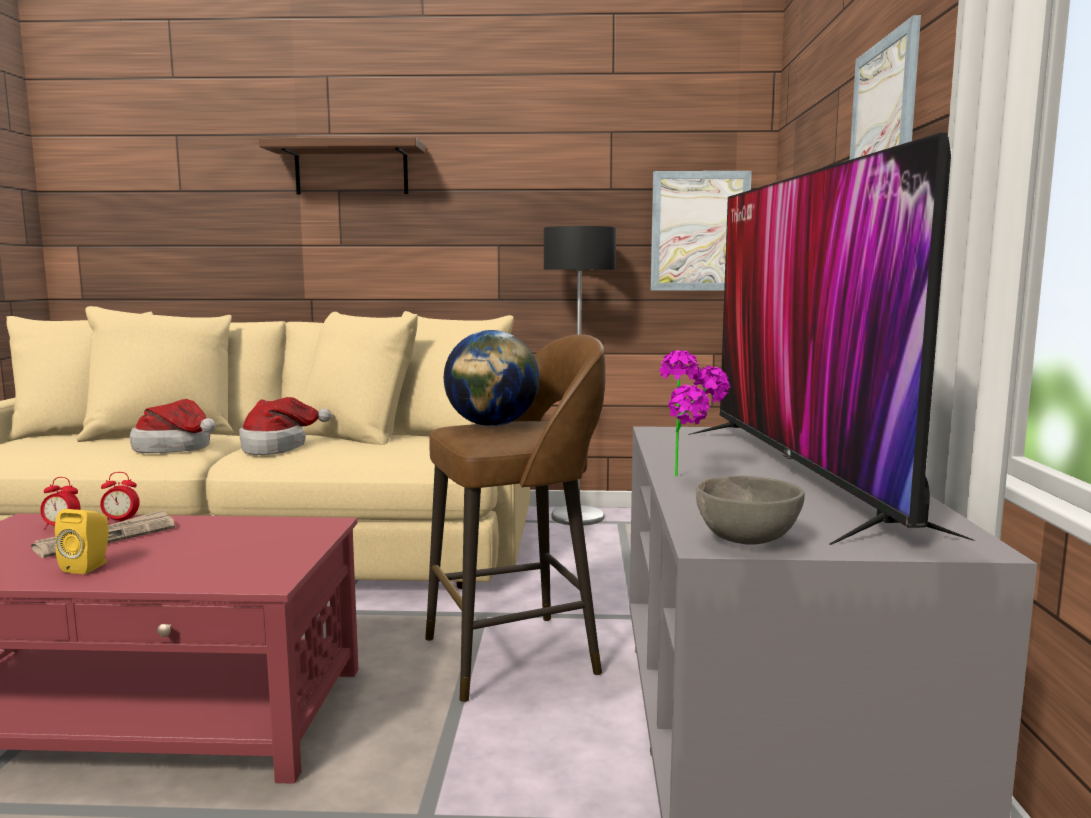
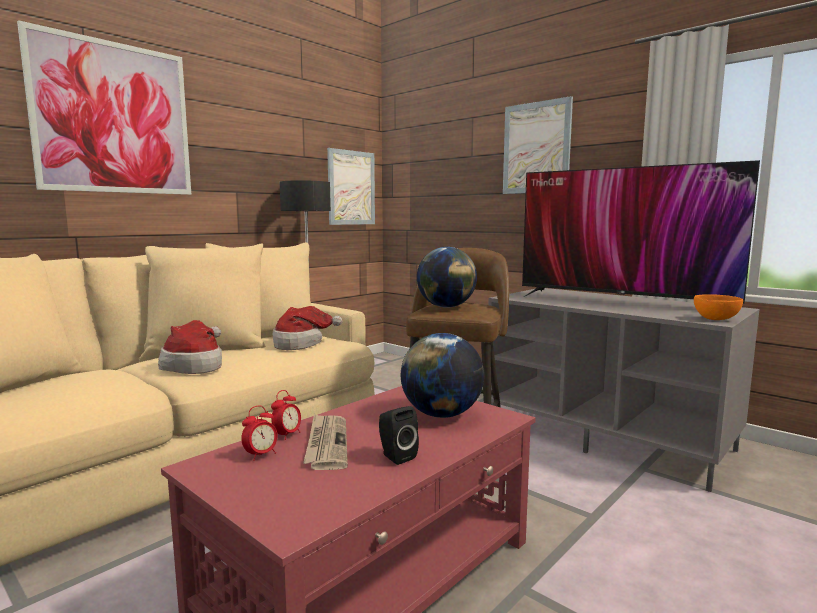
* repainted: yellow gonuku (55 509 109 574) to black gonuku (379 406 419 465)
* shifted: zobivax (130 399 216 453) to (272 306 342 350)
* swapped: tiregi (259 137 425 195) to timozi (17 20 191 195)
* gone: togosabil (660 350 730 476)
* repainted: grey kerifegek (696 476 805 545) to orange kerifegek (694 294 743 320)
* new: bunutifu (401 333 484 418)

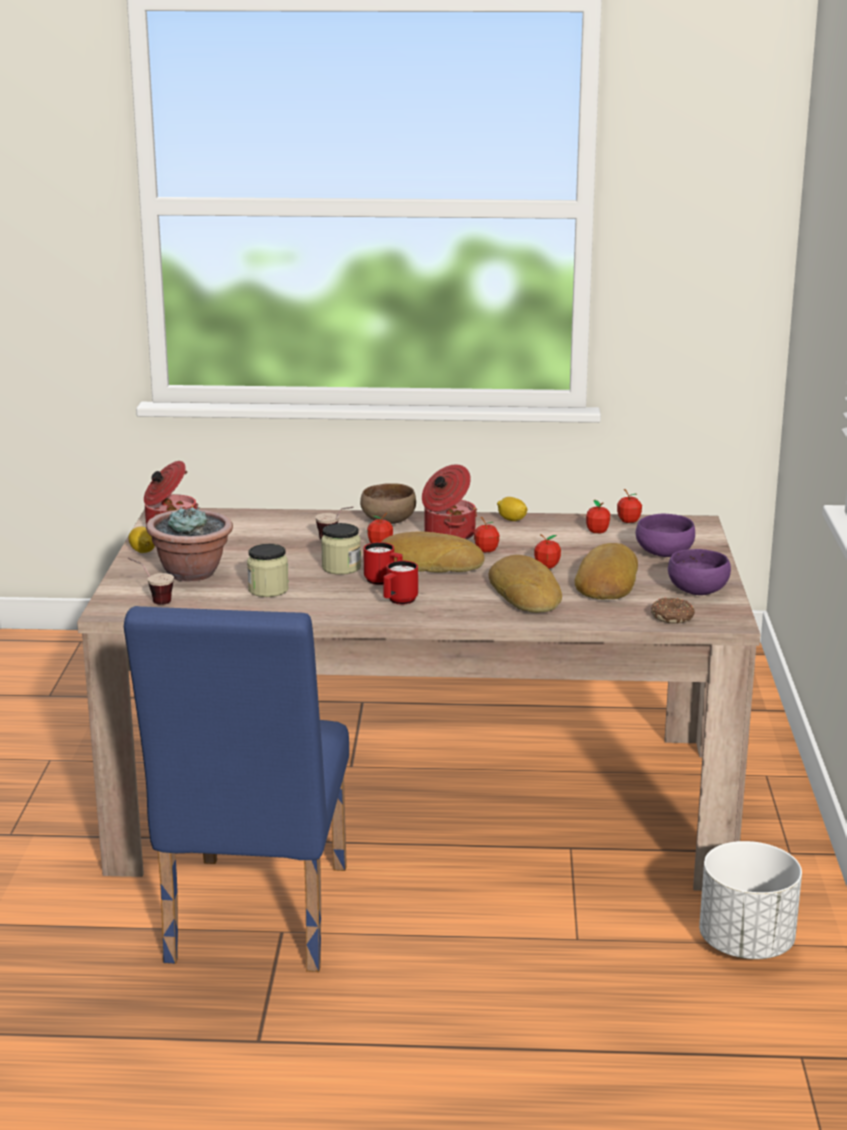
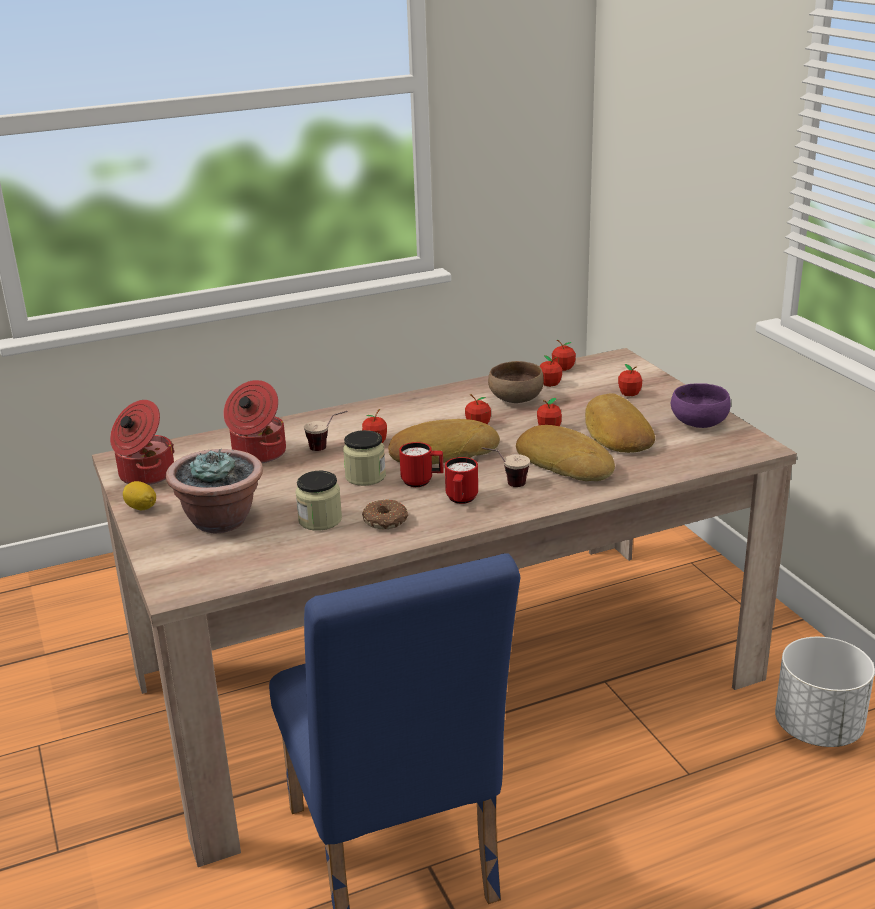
* shifted: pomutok (128 557 174 605) to (482 447 530 487)
* shifted: brown kerifegek (360 483 416 524) to (488 361 544 403)
* shifted: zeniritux (422 464 477 540) to (223 380 286 463)
* gone: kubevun (497 497 527 521)
* swapped: purple kerifegek (636 514 695 557) to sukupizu (618 364 642 396)
* shifted: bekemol (651 597 695 624) to (362 499 408 529)

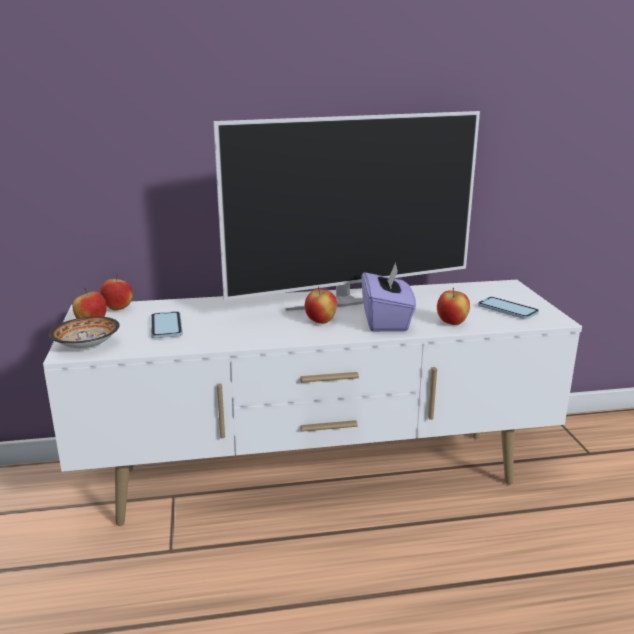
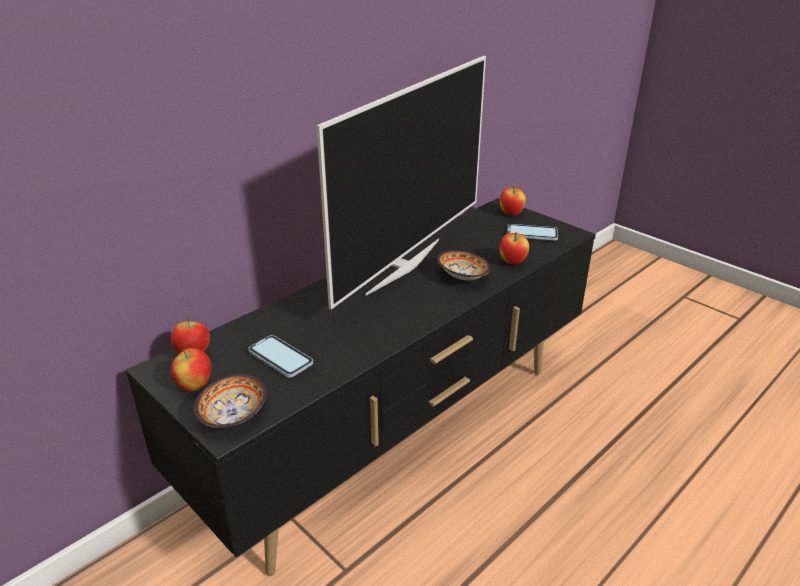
* repainted: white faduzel (43 280 582 526) to black faduzel (126 198 596 576)
* shifted: sukupizu (305 286 337 324) to (500 186 526 215)
* swapped: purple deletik (362 262 416 332) to kerifegek (437 250 491 280)

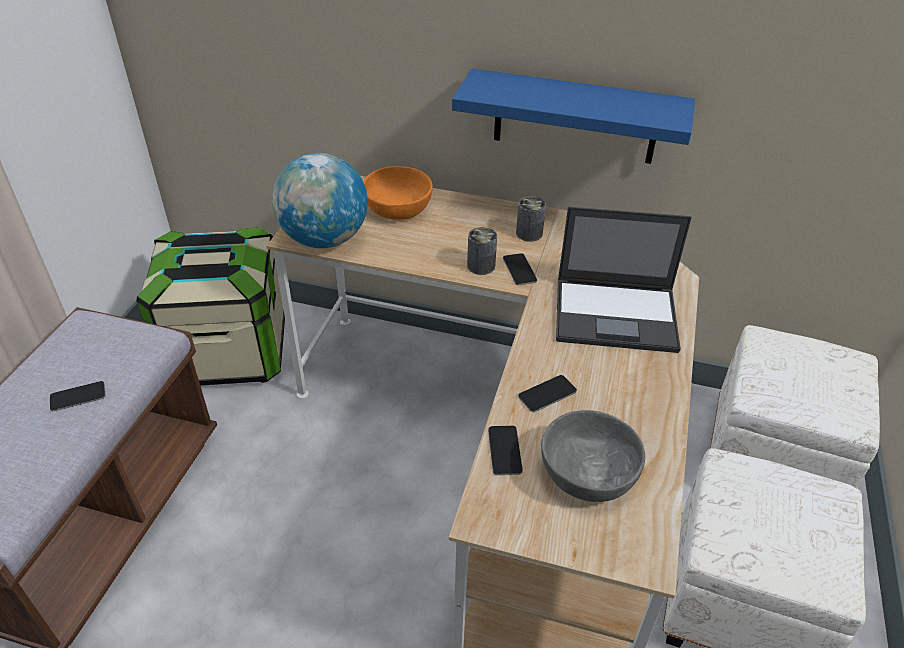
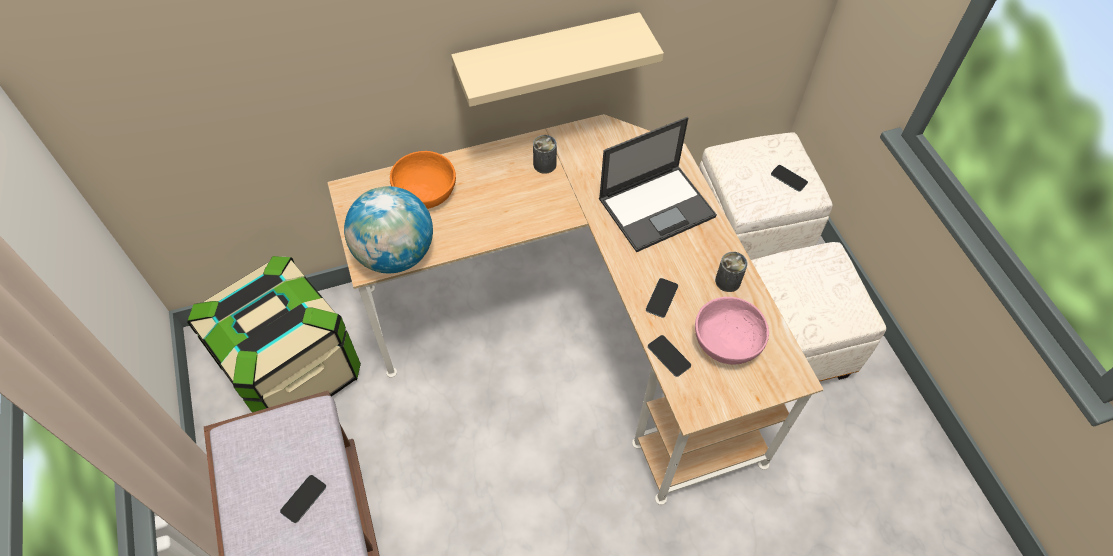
* repainted: blue tiregi (452 69 695 164) to beige tiregi (451 12 664 107)
* shifted: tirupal (467 227 497 275) to (715 252 748 292)
* shifted: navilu (503 253 537 285) to (771 165 808 192)
* repainted: grey kerifegek (541 410 645 502) to pink kerifegek (695 297 769 365)

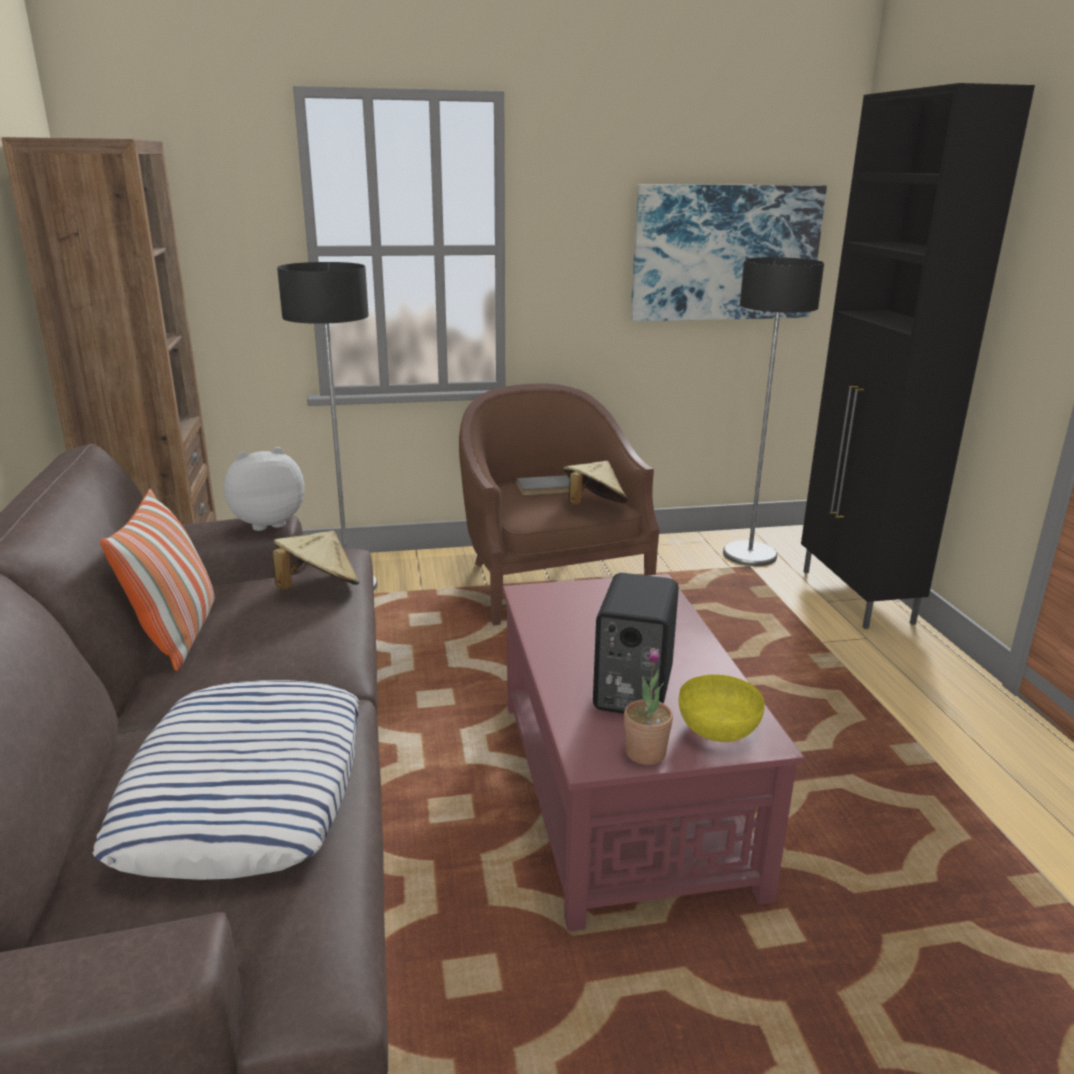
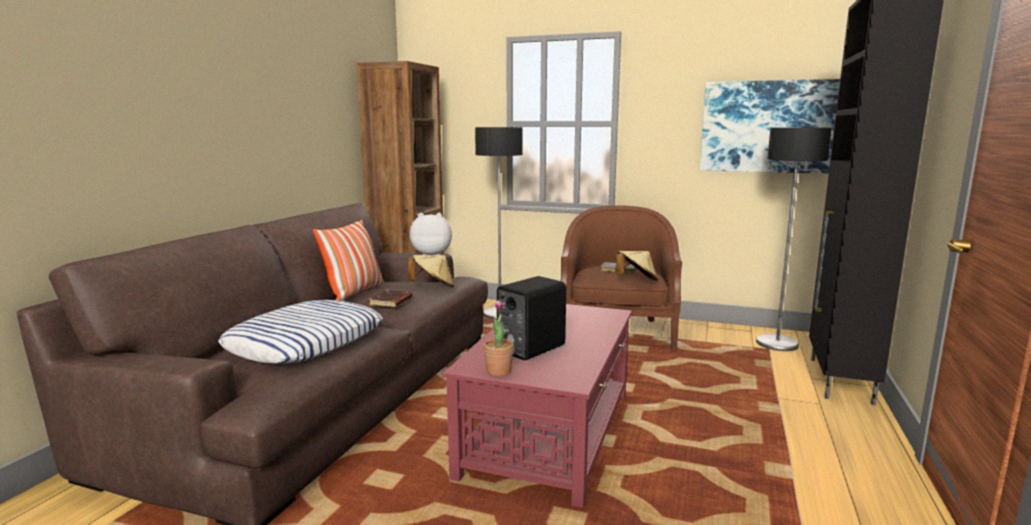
* gone: yellow kerifegek (679 675 765 742)
* new: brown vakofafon (369 290 413 307)

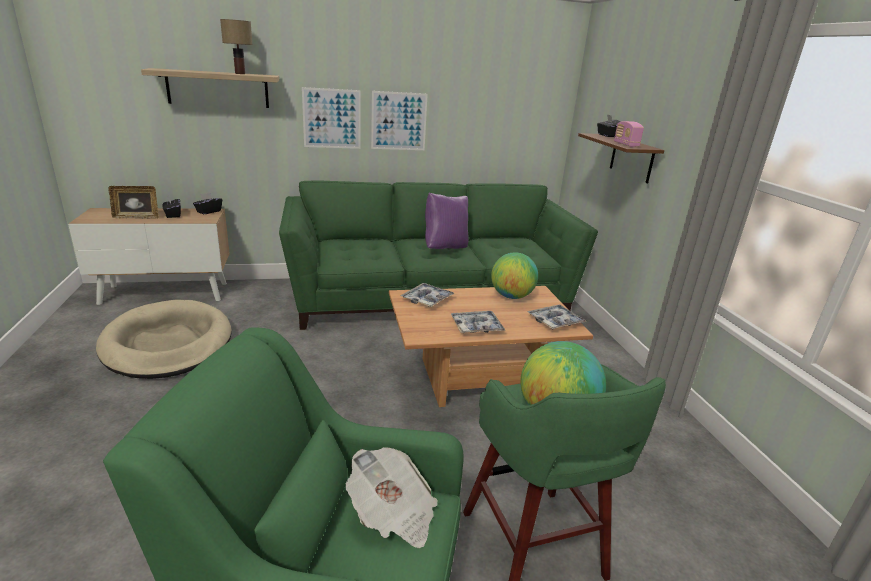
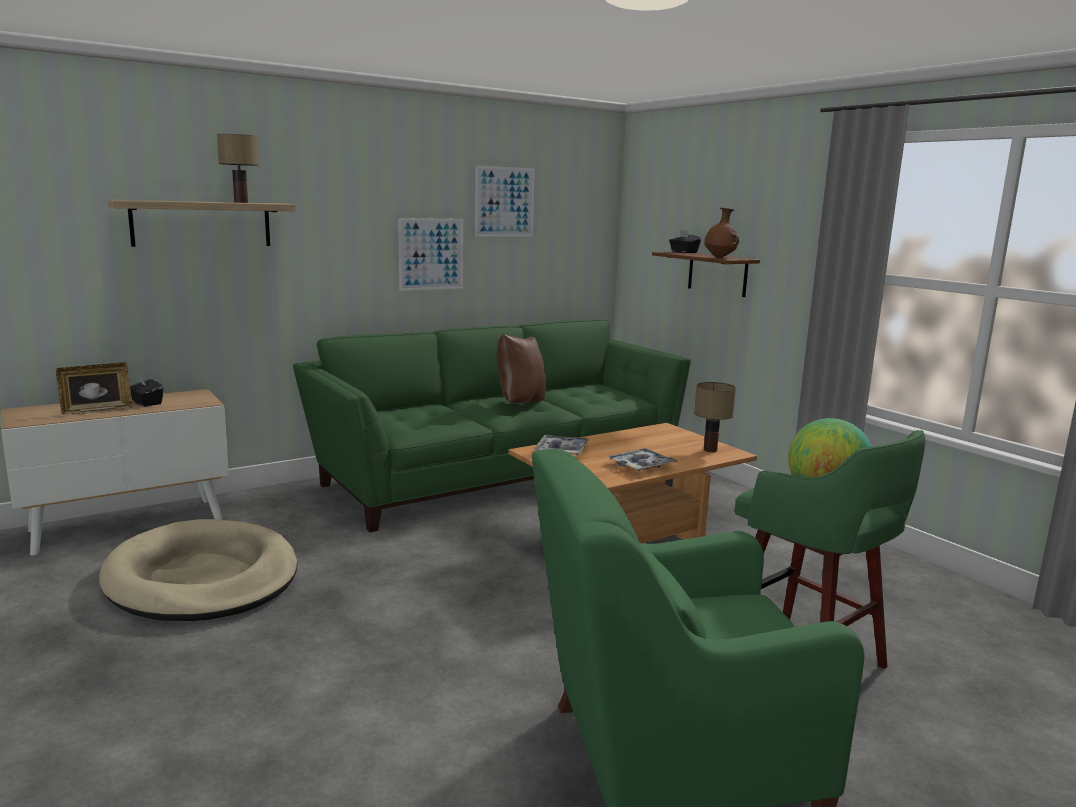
* gone: black deletik (193 192 222 214)
* shifted: timozi (302 87 361 149) to (475 165 535 237)
* gone: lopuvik (345 447 438 548)
* repainted: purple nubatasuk (425 192 469 249) to brown nubatasuk (497 334 546 404)
* gone: bunutifu (491 252 538 299)
* swapped: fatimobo (528 305 586 329) to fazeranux (694 382 736 452)
* swapped: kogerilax (614 121 644 147) to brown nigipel (704 208 739 258)

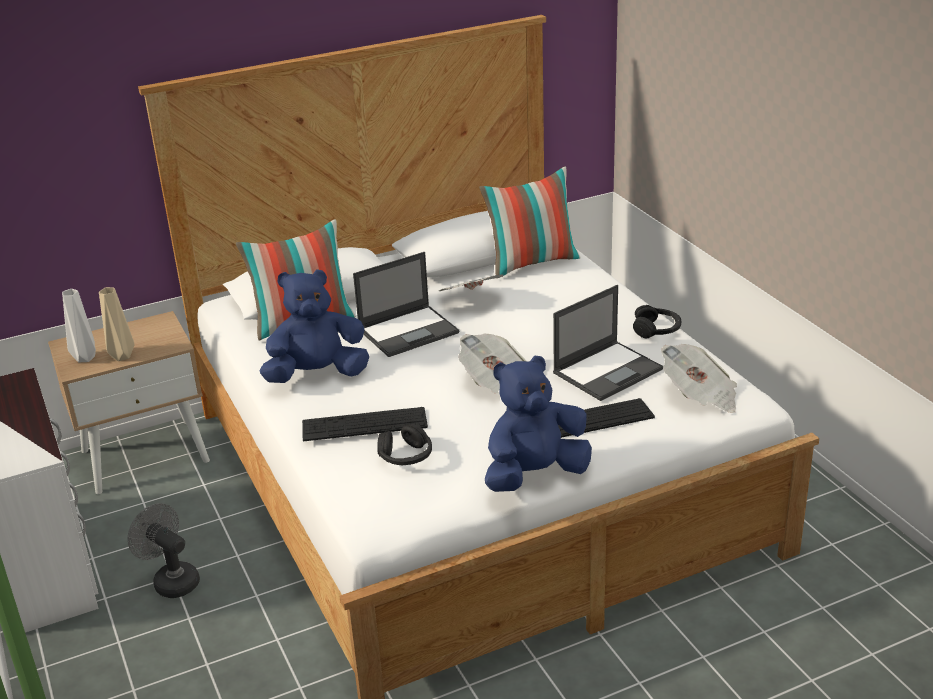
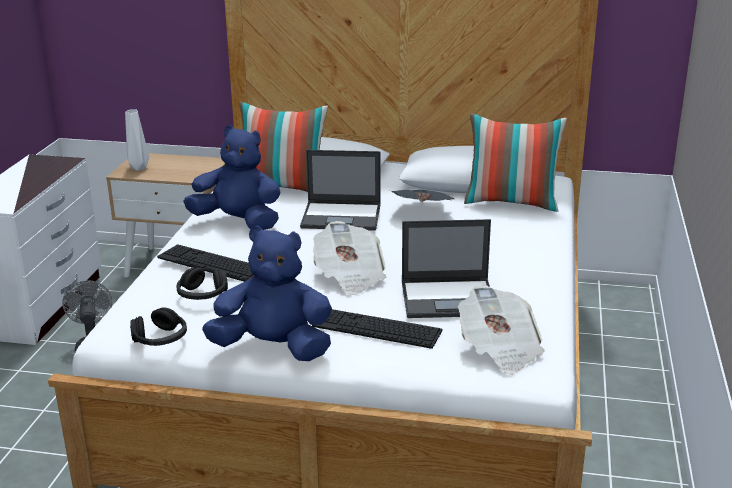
* gone: beige nigipel (99 287 134 361)
* shifted: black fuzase (633 305 681 338) to (130 308 187 346)

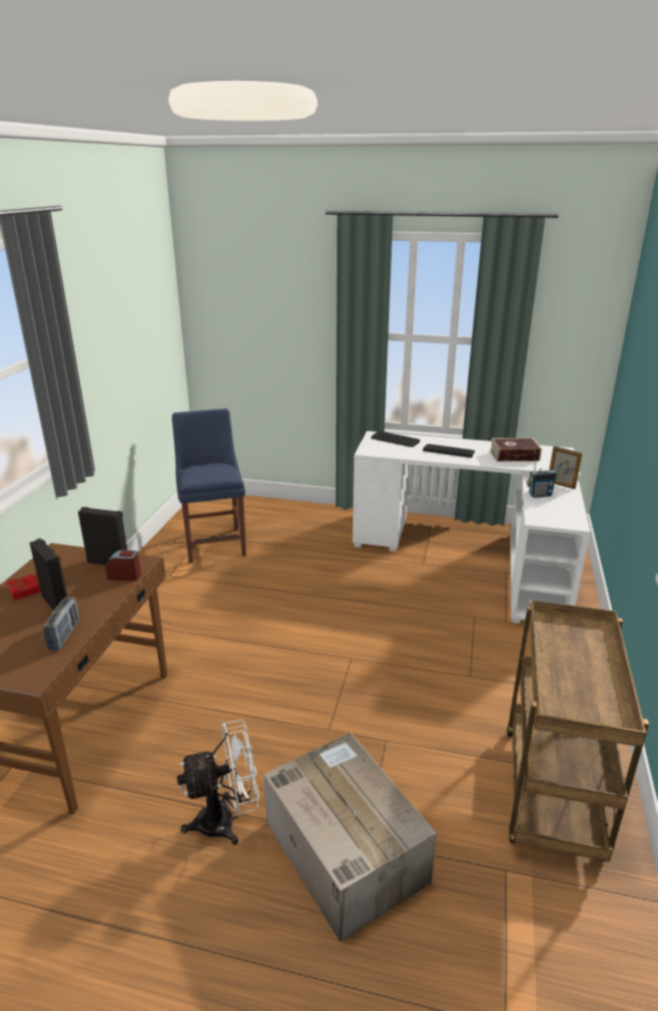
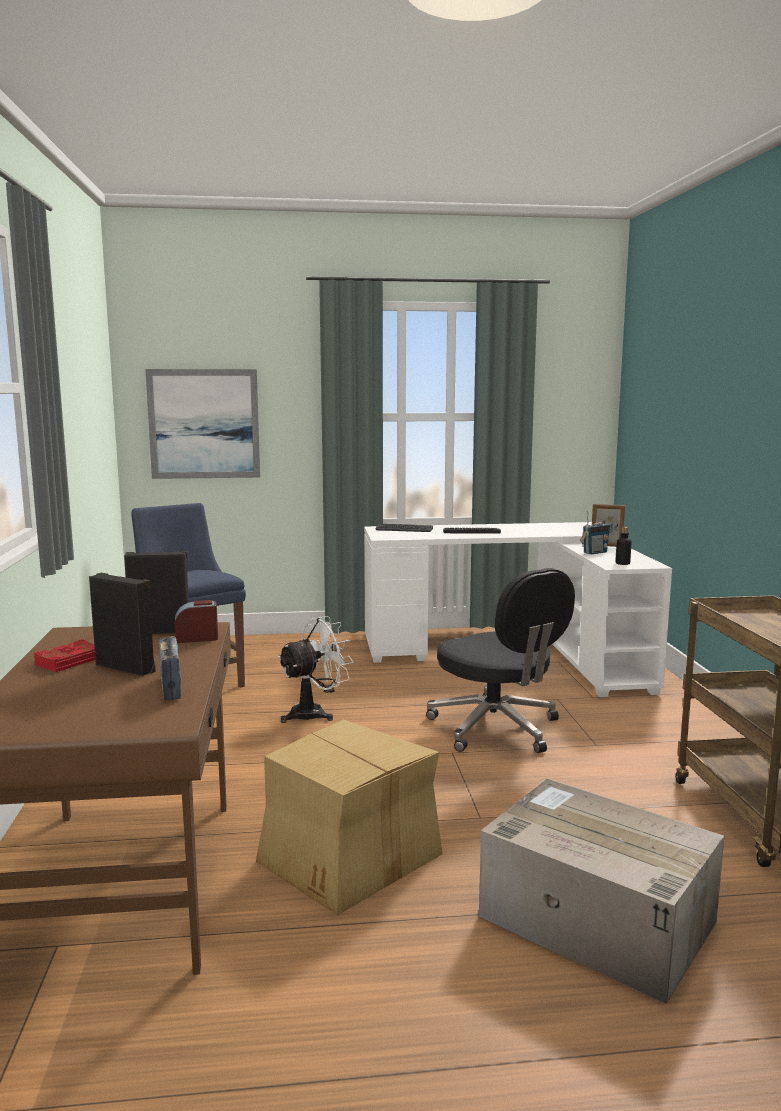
* shifted: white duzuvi (177 720 259 845) to (277 616 354 723)
* gone: vakofafon (490 438 542 462)
* new: timozi (145 369 260 479)
* new: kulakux (256 720 442 915)
* new: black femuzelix (426 568 575 753)
* new: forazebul (615 527 632 565)

